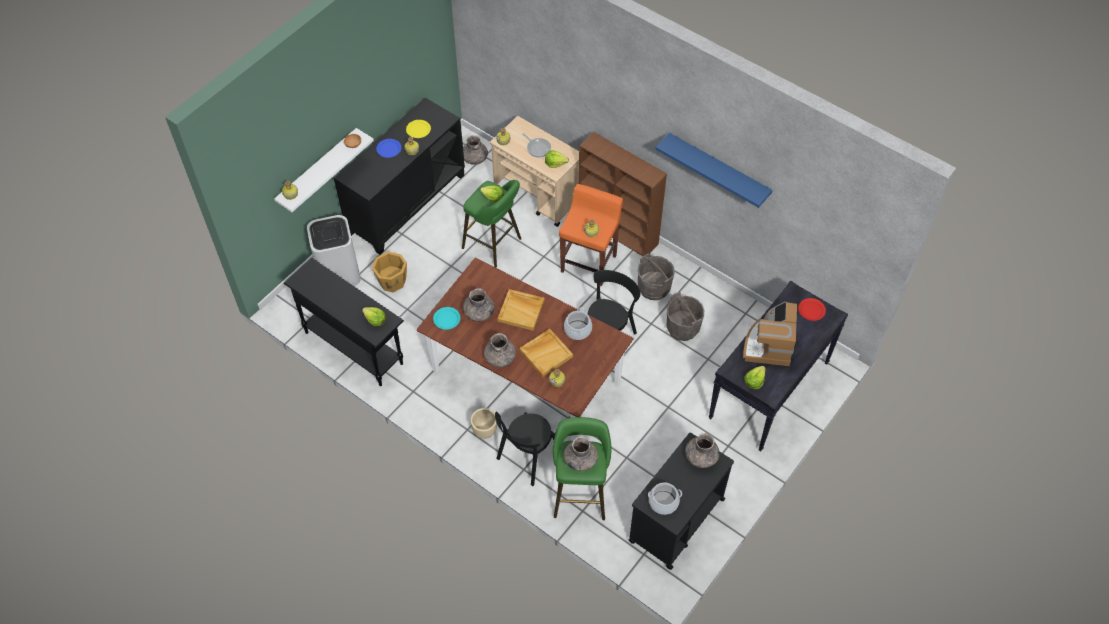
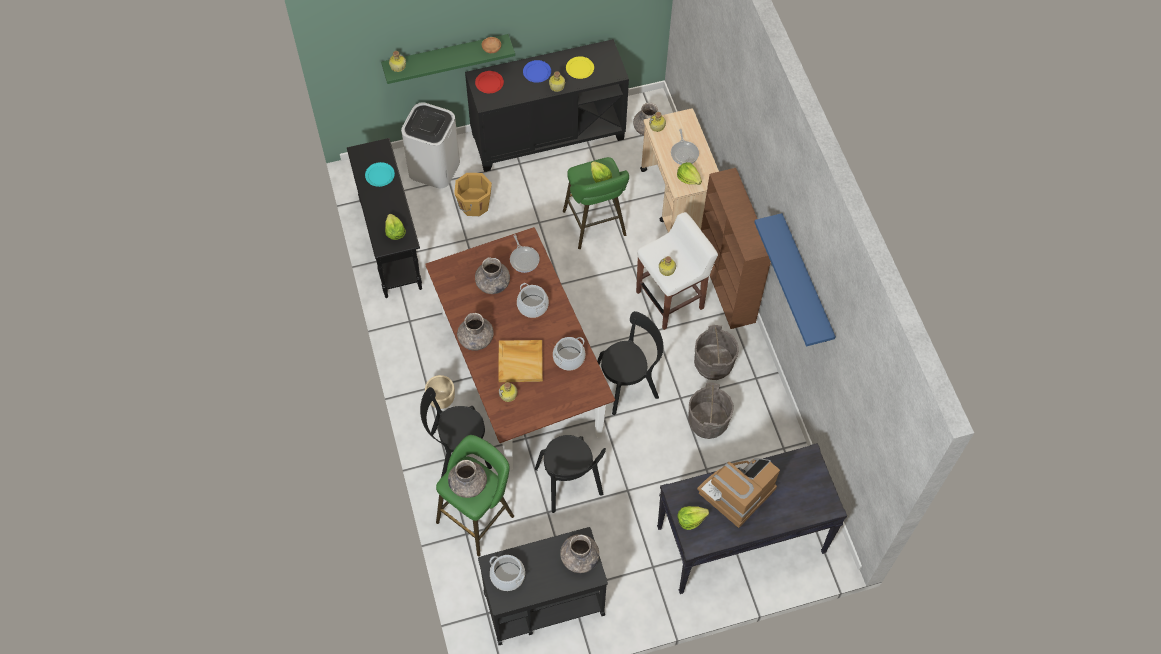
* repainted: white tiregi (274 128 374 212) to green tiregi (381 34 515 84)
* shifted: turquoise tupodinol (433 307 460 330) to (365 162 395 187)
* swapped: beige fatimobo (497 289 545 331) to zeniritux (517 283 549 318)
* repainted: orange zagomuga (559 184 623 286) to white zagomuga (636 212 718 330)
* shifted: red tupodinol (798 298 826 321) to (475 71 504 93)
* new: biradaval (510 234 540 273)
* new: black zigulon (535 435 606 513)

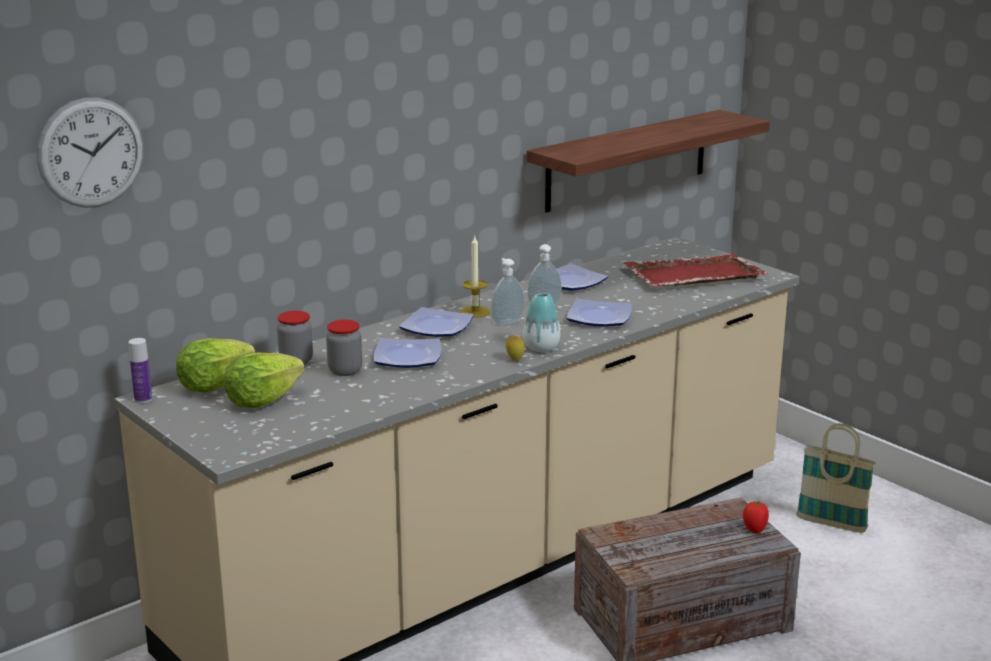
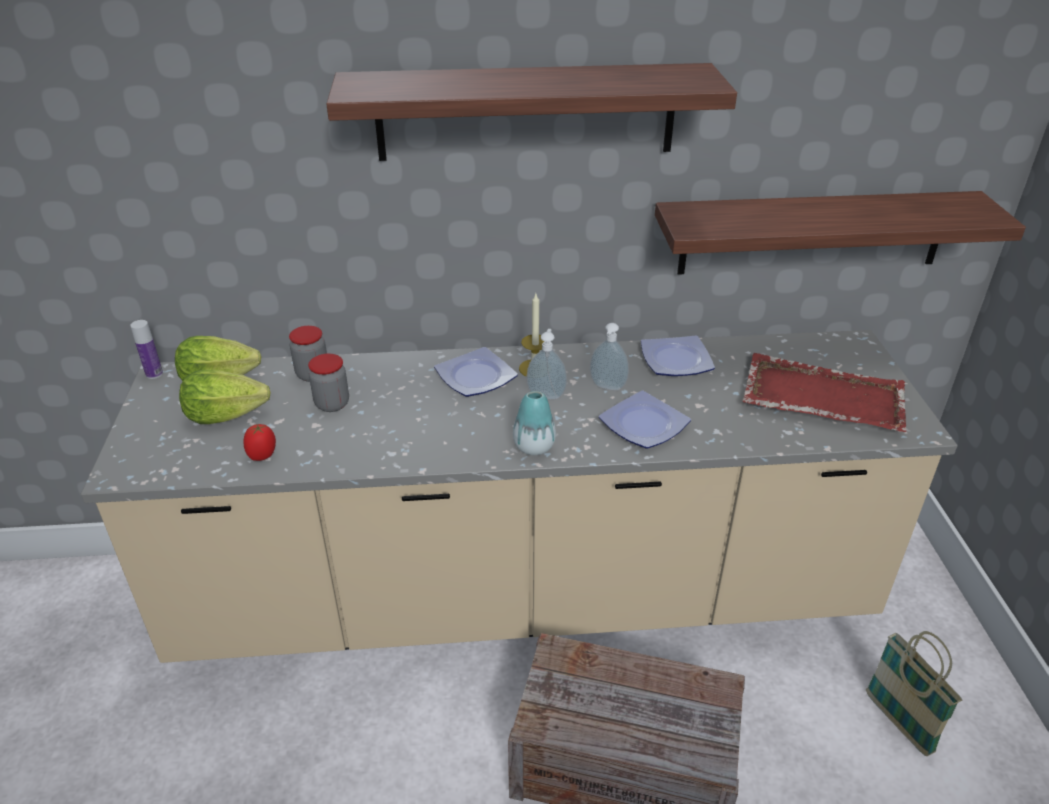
* gone: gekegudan (37 98 144 208)
* gone: tupodinol (374 338 441 368)
* gone: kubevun (506 335 525 361)
* shifted: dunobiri (743 502 769 534) to (243 424 276 461)
* new: tiregi (326 63 737 161)

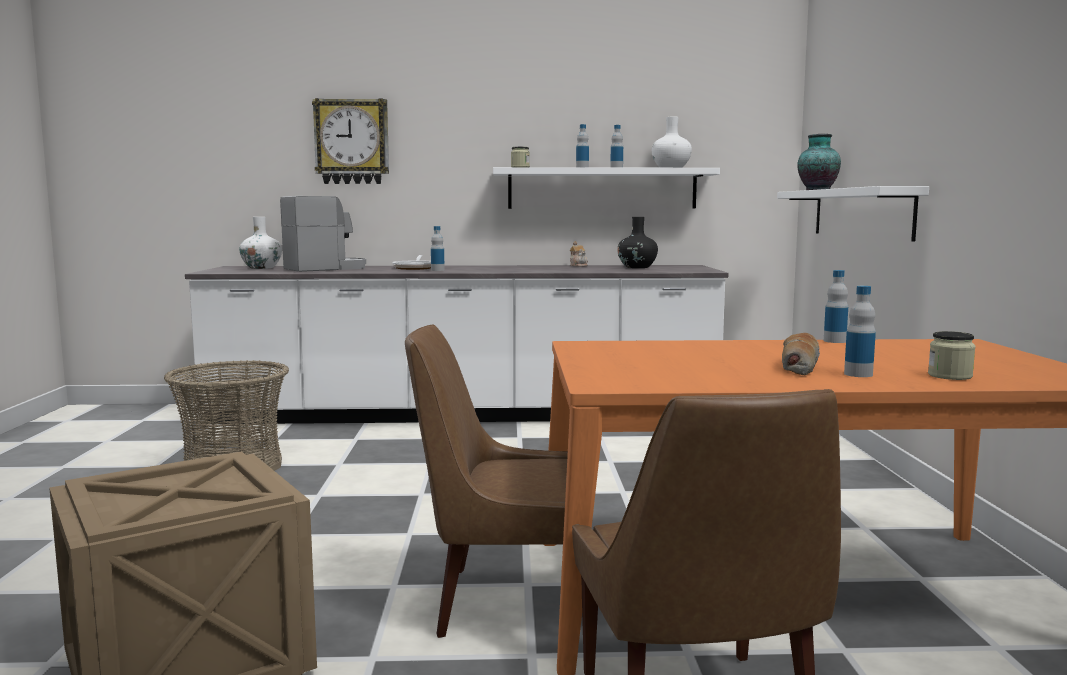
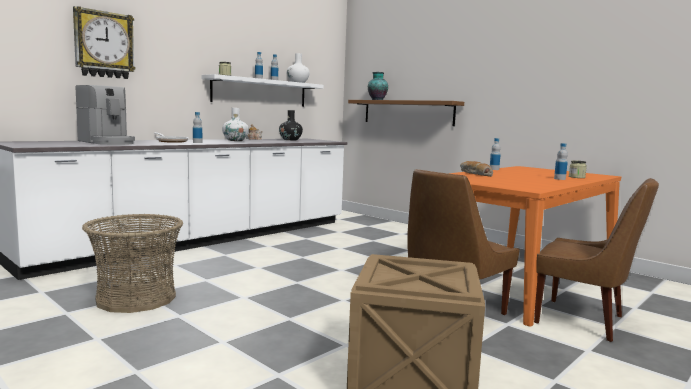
* shifted: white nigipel (239 217 282 269) to (222 108 249 141)
* rotated: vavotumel (280 196 366 272) = (76 85 135 145) 120 degrees clockwise
* repainted: white tiregi (777 186 929 241) to brown tiregi (348 100 464 126)
* shifted: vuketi (782 333 820 375) to (460 161 493 177)

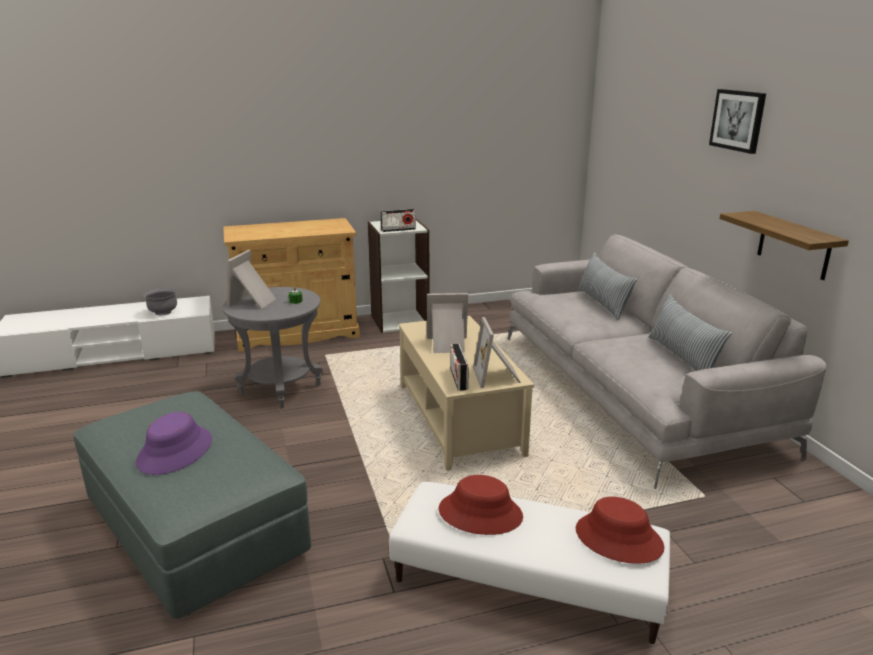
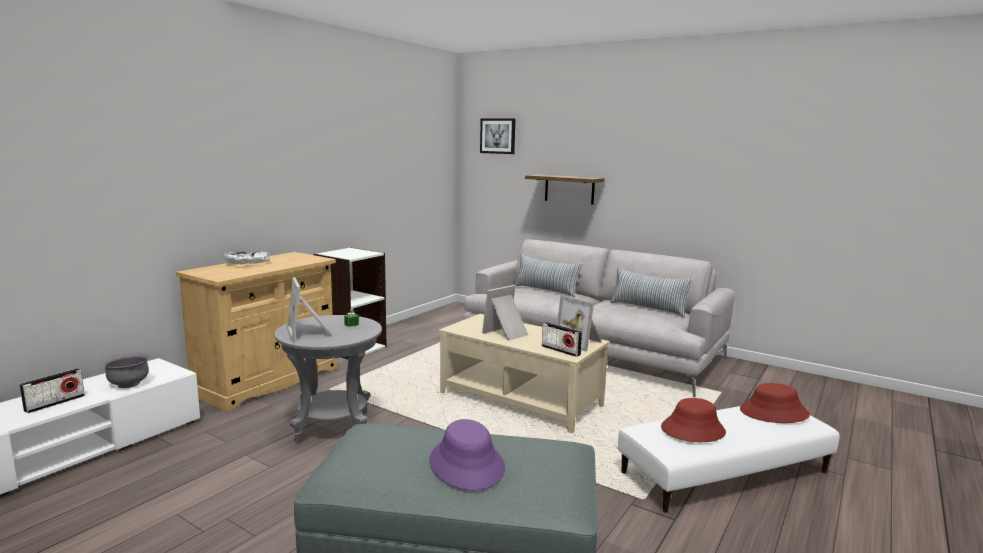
* shifted: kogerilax (381 209 416 232) to (19 368 85 413)
* shifted: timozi (709 89 766 154) to (480 119 515 154)
* shifted: tiregi (720 211 849 280) to (525 174 604 205)
* new: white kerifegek (223 252 270 265)

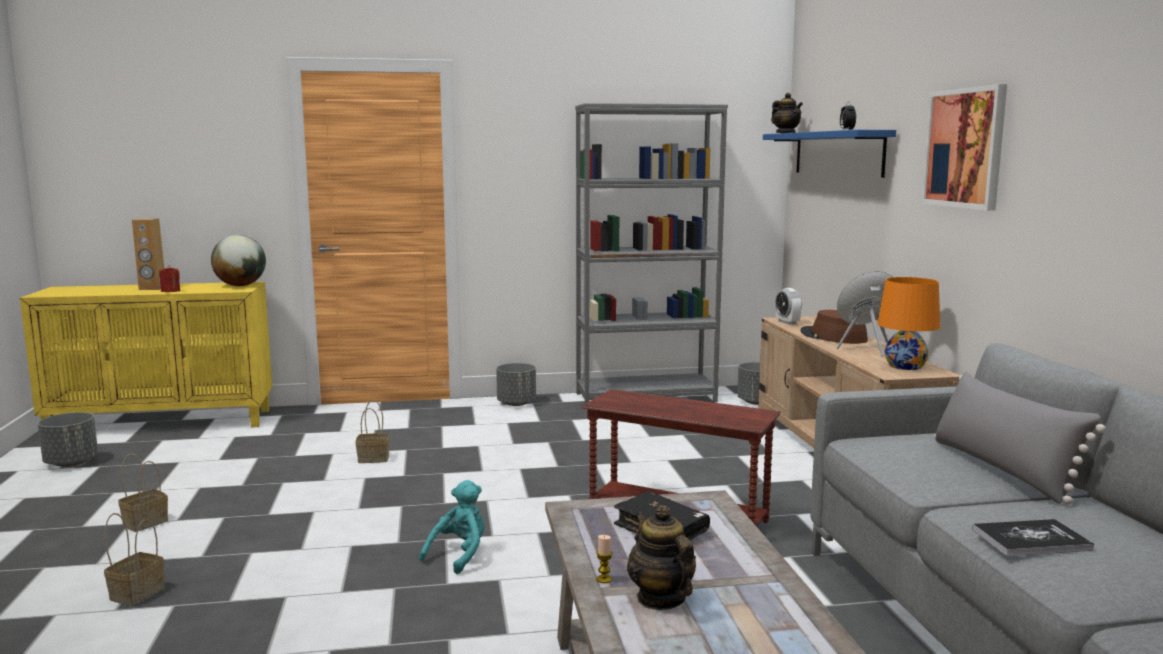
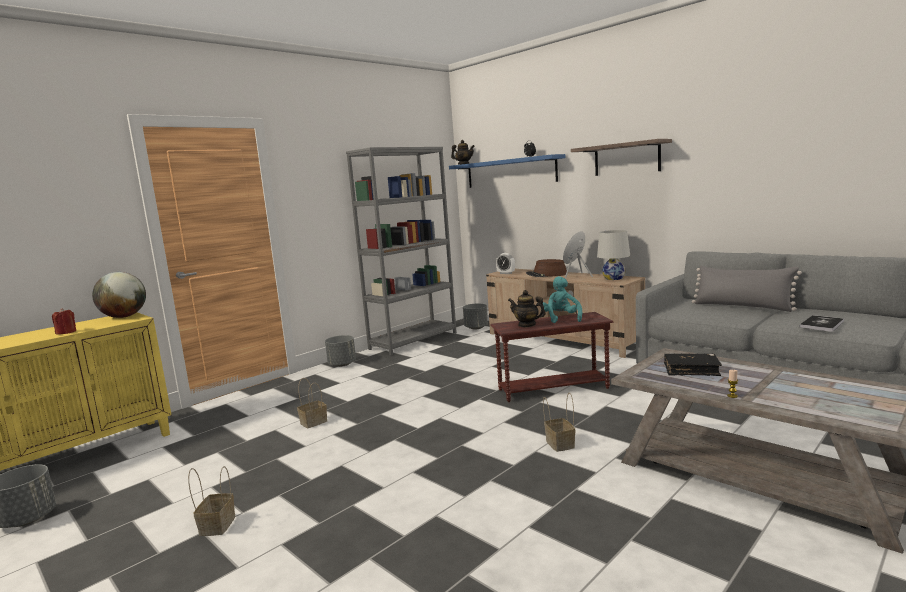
* shifted: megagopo (104 513 164 606) to (543 393 575 452)
* gone: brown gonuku (132 218 164 290)
* shifted: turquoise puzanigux (419 480 484 574) to (543 276 582 323)
* shifted: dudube (627 506 696 610) to (508 290 546 327)
* repainted: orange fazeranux (877 277 940 370) to white fazeranux (597 230 630 280)
* swapped: timozi (921 84 1007 211) to tiregi (571 139 672 176)

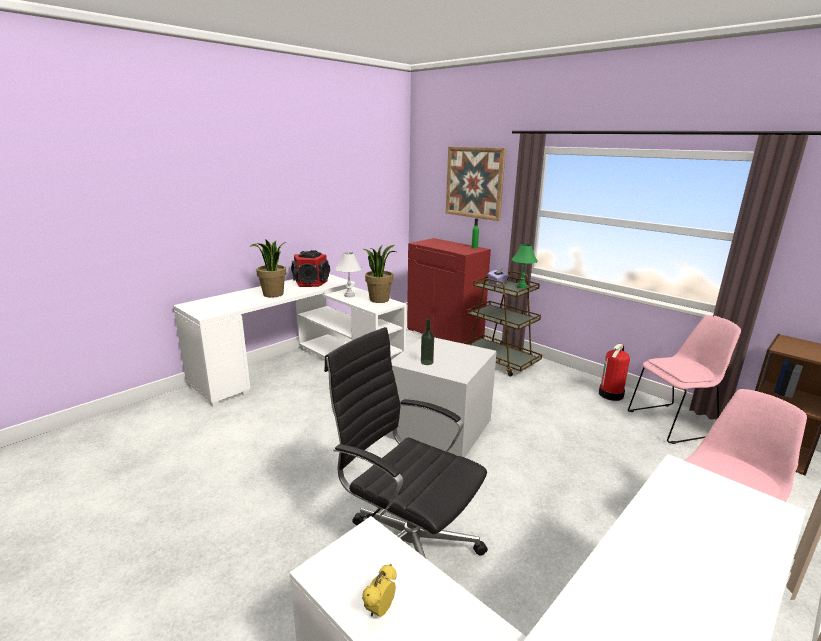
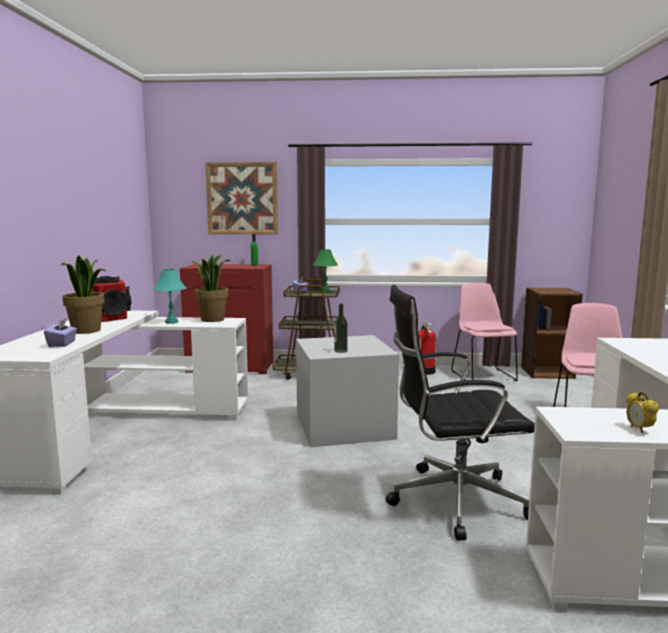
* repainted: white fazeranux (335 252 362 297) to turquoise fazeranux (153 269 186 324)
* rotated: pink zigulon (628 315 741 444) = (451 283 518 381) 45 degrees counterclockwise
* new: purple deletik (44 318 77 347)

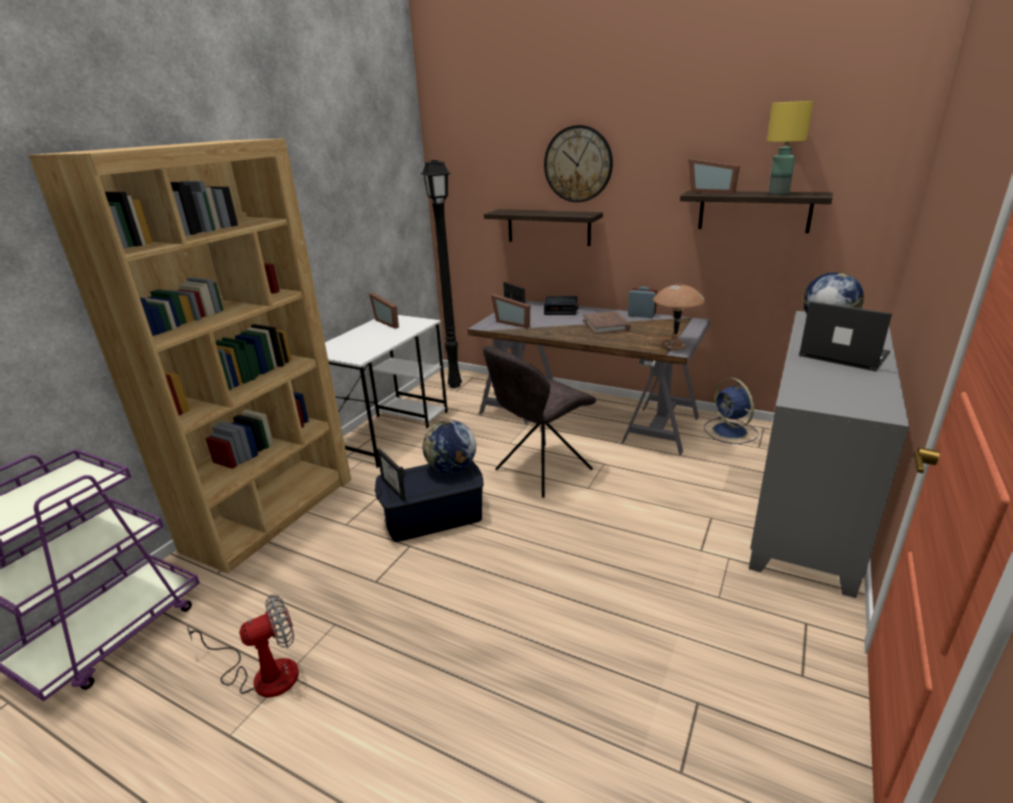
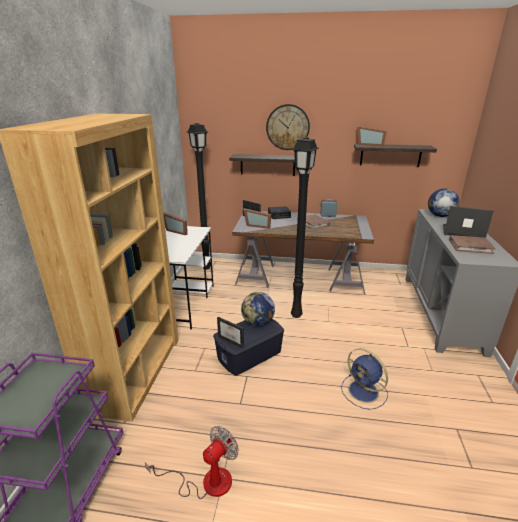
* swapped: grey zigulon (483 346 596 498) to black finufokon (291 137 319 318)
* gone: brown fazeranux (653 283 705 350)
* shifted: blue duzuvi (704 378 759 444) to (341 348 388 410)
* gone: yellow fazeranux (767 101 813 195)
* new: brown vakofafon (449 235 496 254)

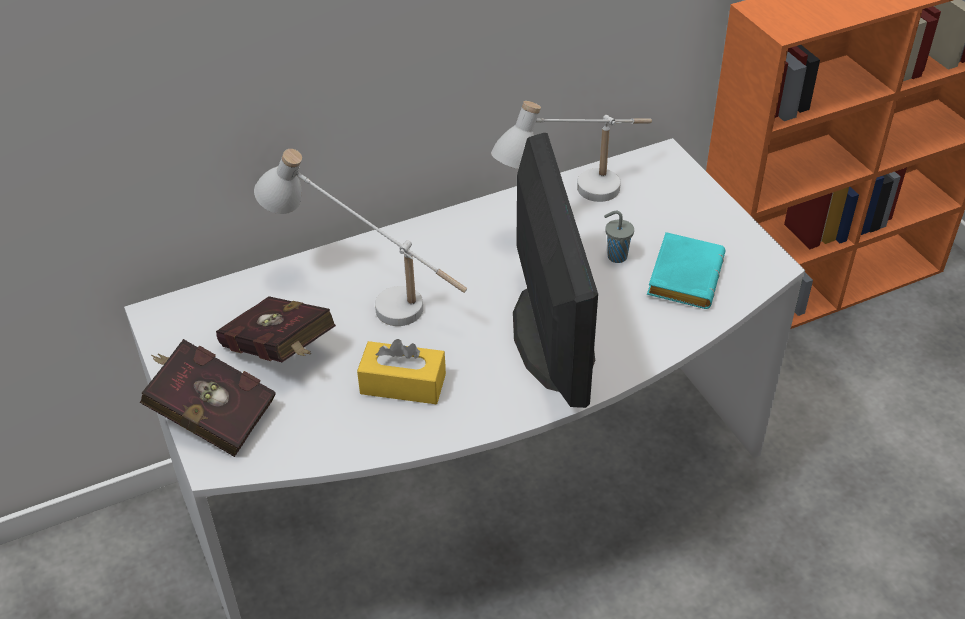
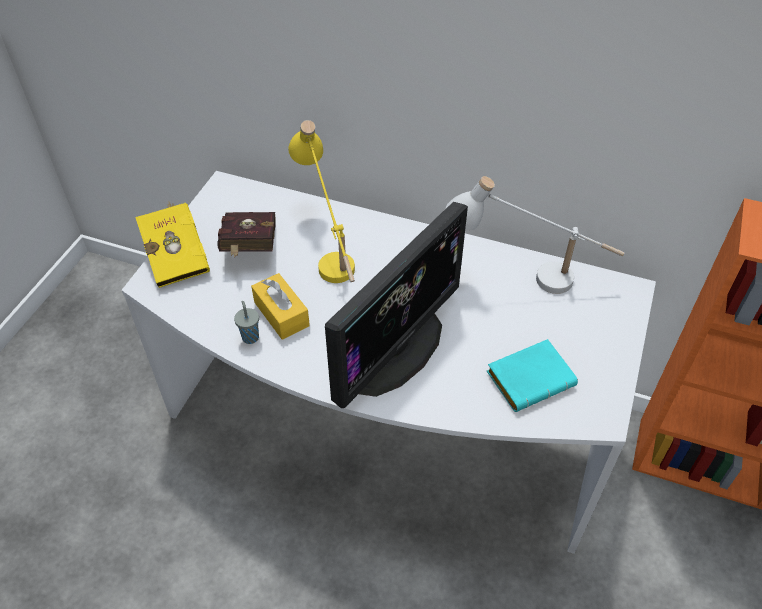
* repainted: red vakofafon (140 339 276 457) to yellow vakofafon (135 201 210 288)
* repainted: white fazeranux (254 149 468 326) to yellow fazeranux (288 120 355 283)
* shifted: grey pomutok (604 211 634 263) to (234 301 259 344)

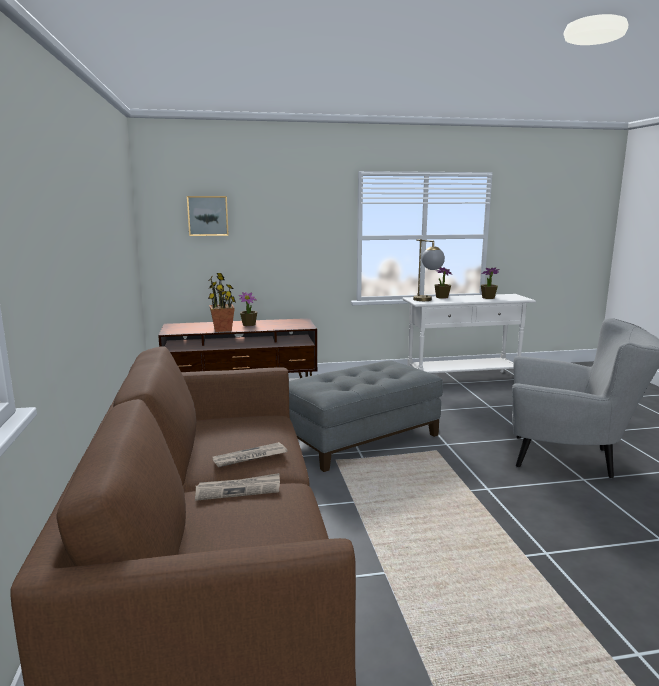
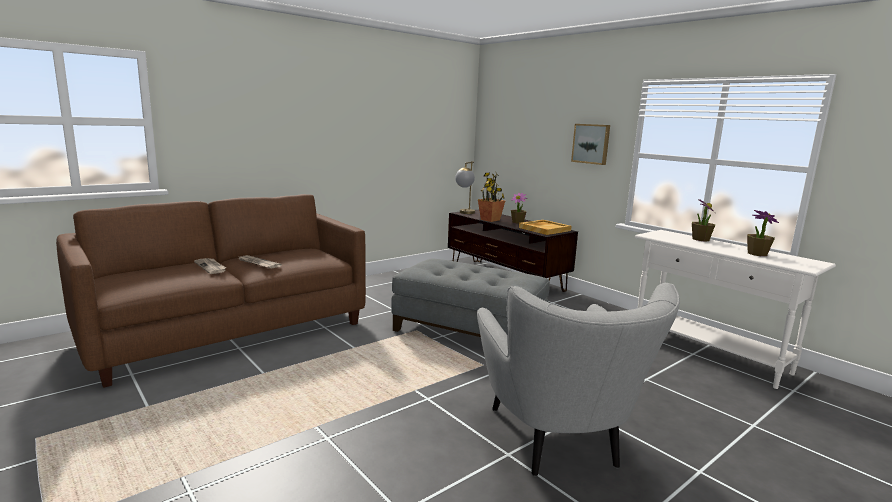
* shifted: timozi (187 196 229 236) to (571 124 610 165)
* shifted: fazeranux (413 239 445 301) to (455 161 475 214)
* new: beige fatimobo (519 220 571 235)

